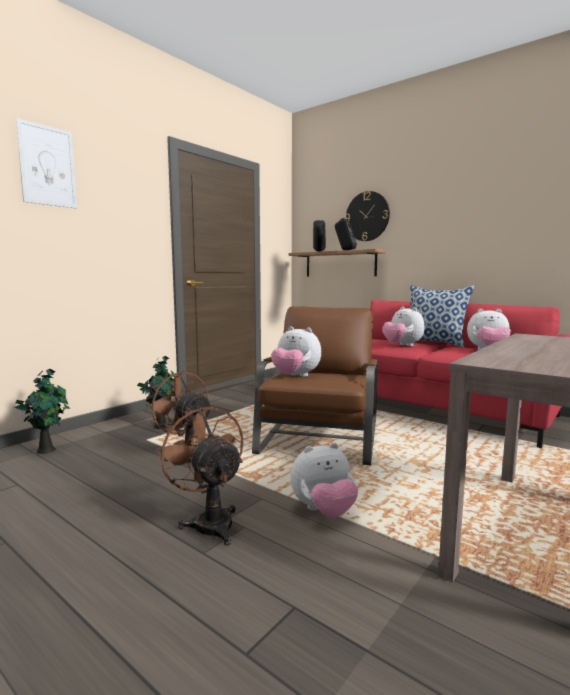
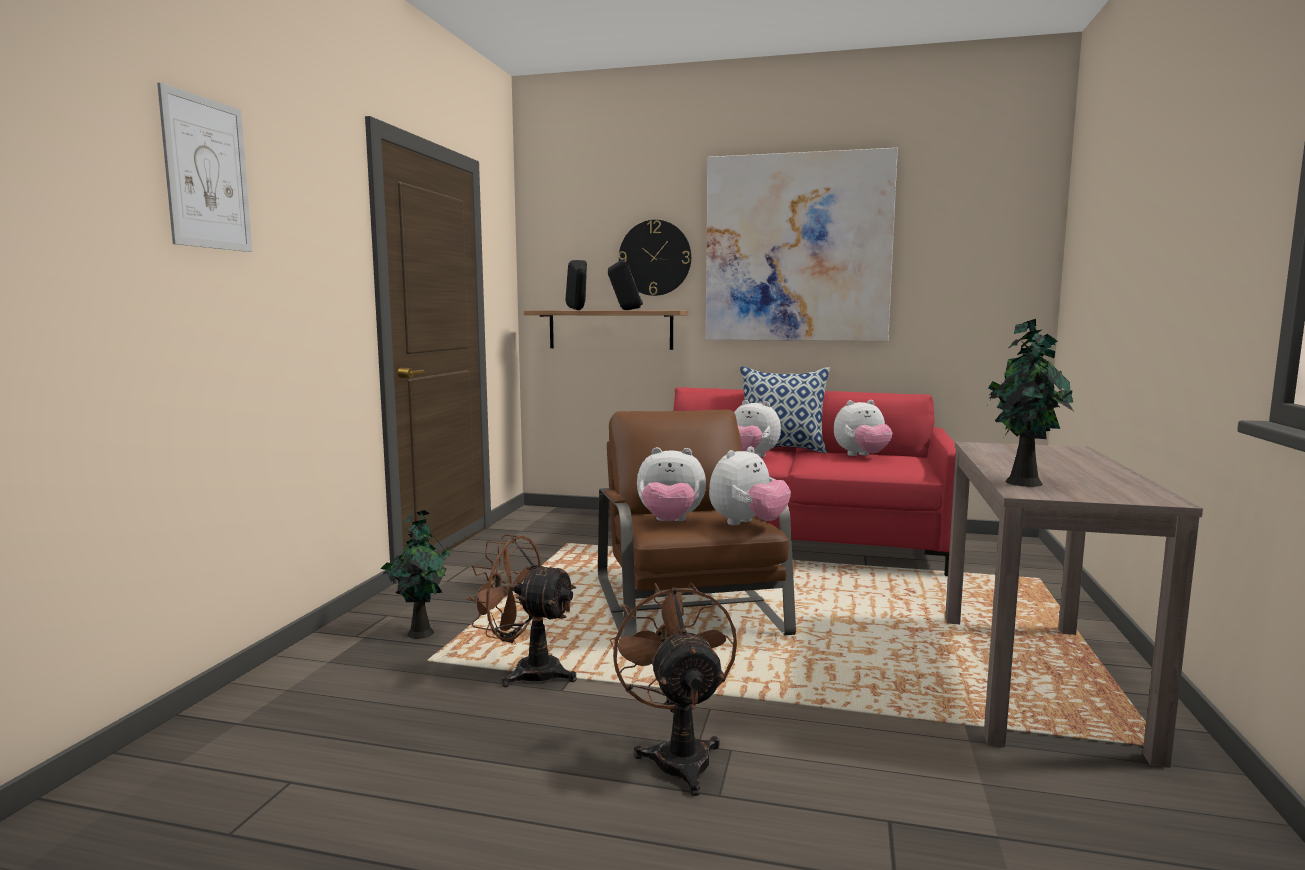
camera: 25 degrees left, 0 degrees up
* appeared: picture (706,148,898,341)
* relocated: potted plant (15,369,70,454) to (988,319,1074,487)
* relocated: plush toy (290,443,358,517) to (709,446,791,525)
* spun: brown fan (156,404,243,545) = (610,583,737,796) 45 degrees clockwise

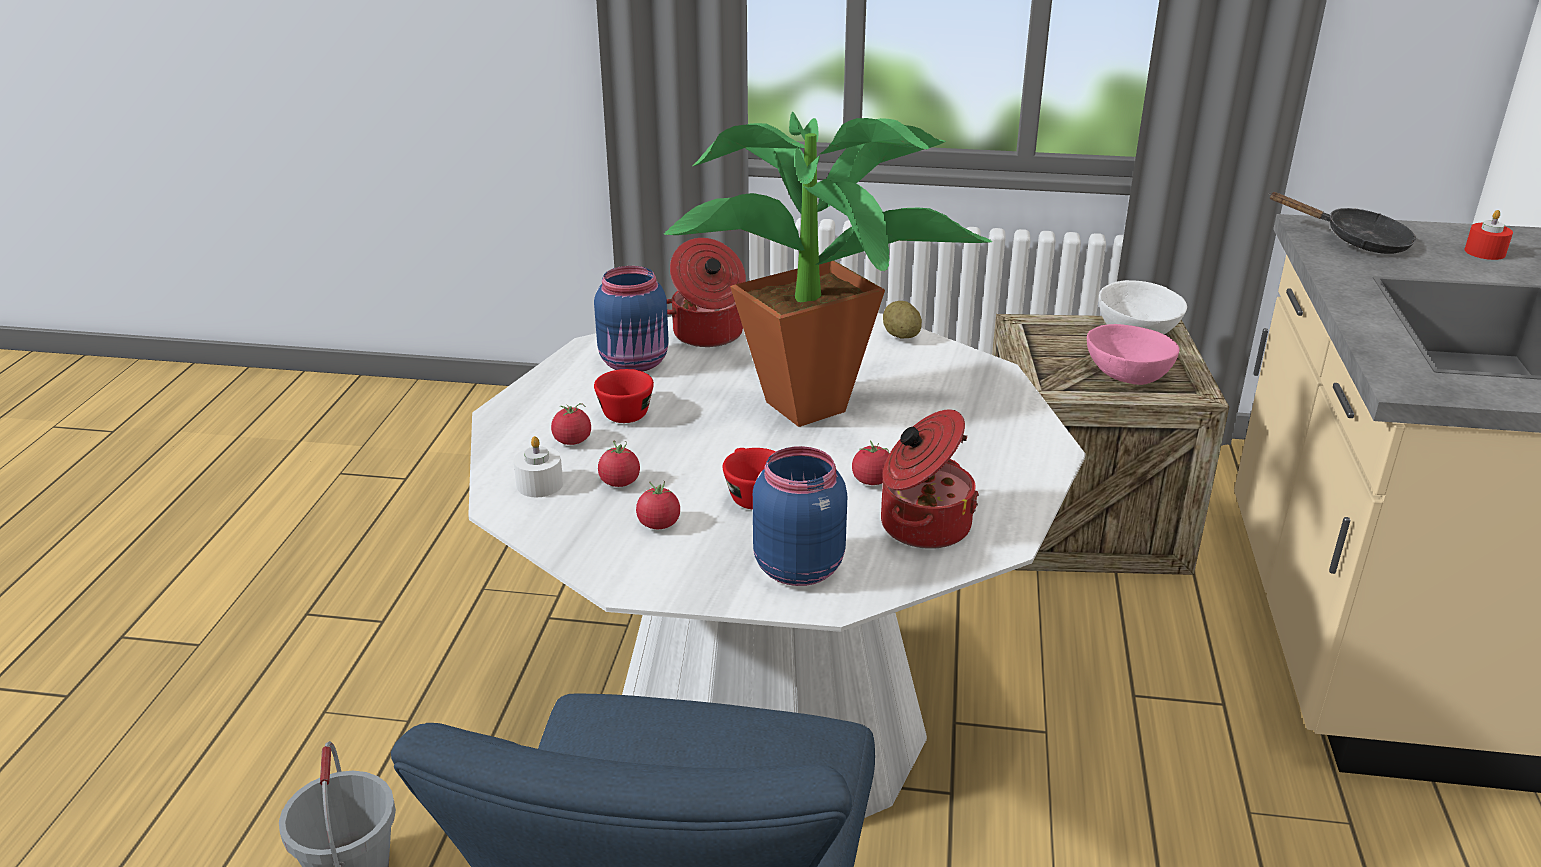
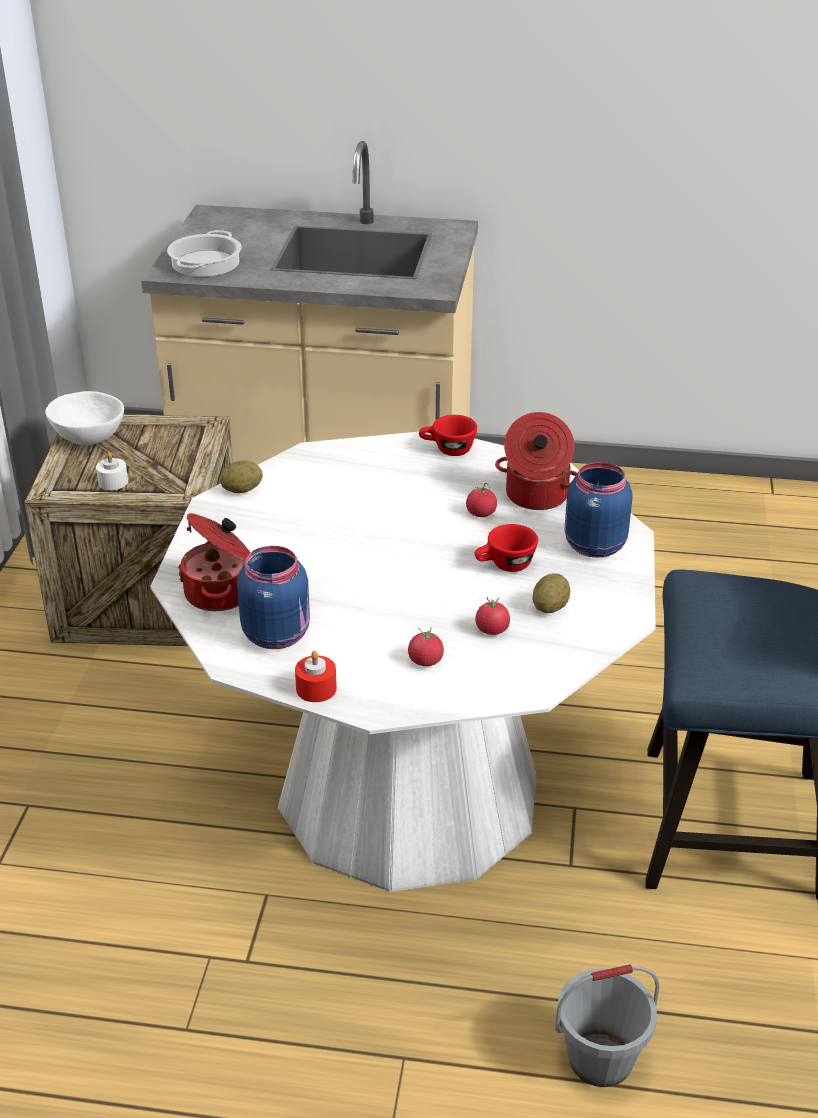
camera: 90 degrees left, 5 degrees up
* missing: potted plant (664,112,992,427)
* missing: pink bowl (1087,324,1180,385)
* relocated: white candle (513,436,563,497) to (96,452,128,490)
* relocated: red cup (594,369,654,423) to (419,415,477,456)
* relocated: red candle (1465,210,1513,260) to (295,651,337,702)
* exchanged: tomato (636,481,680,529) to potato (533,574,570,613)
* exchanged: black frying pan (1268,192,1416,254) to cooking pot (167,230,242,277)

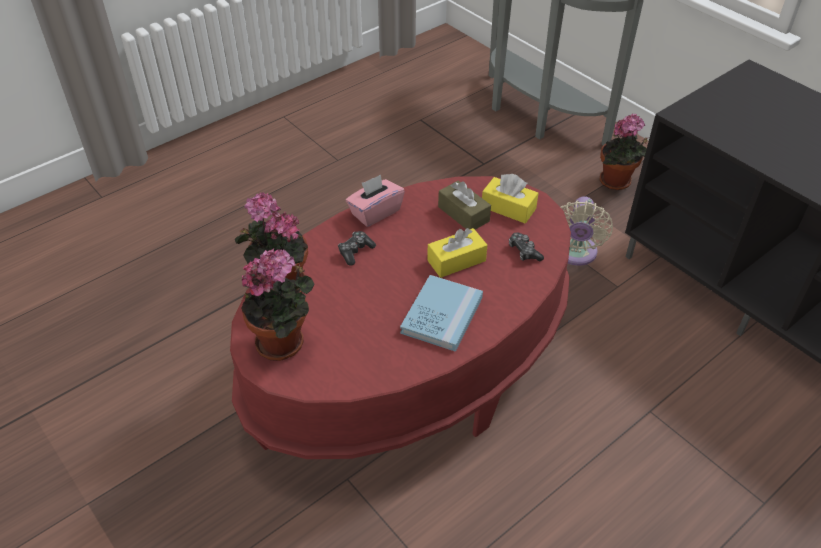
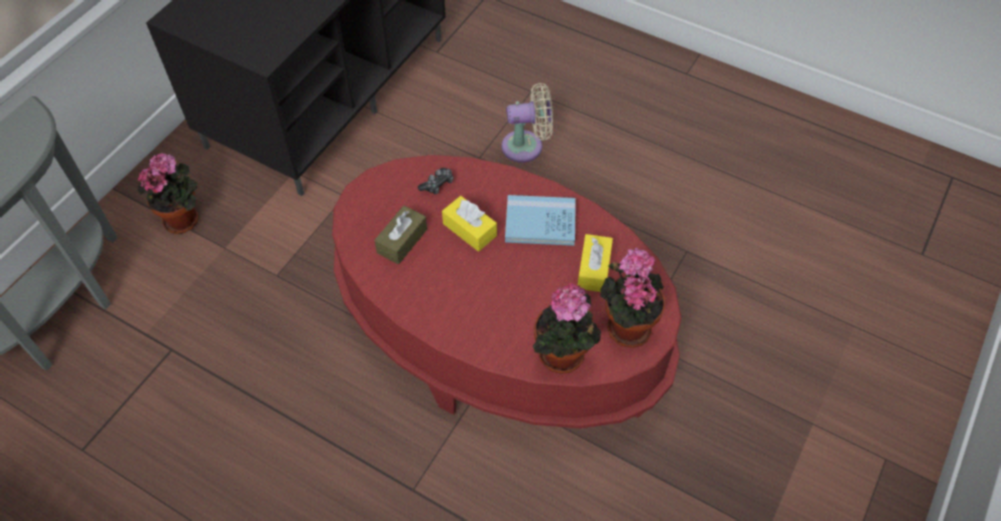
camera: 110 degrees left, 10 degrees up
* missing: game controller (338,231,376,266)
* missing: pink tissue box (346,174,405,227)
* relocated: yellow tissue box (482,174,538,223) to (577,234,613,292)
* relocated: beige fan (560,196,613,266) to (502,83,553,162)

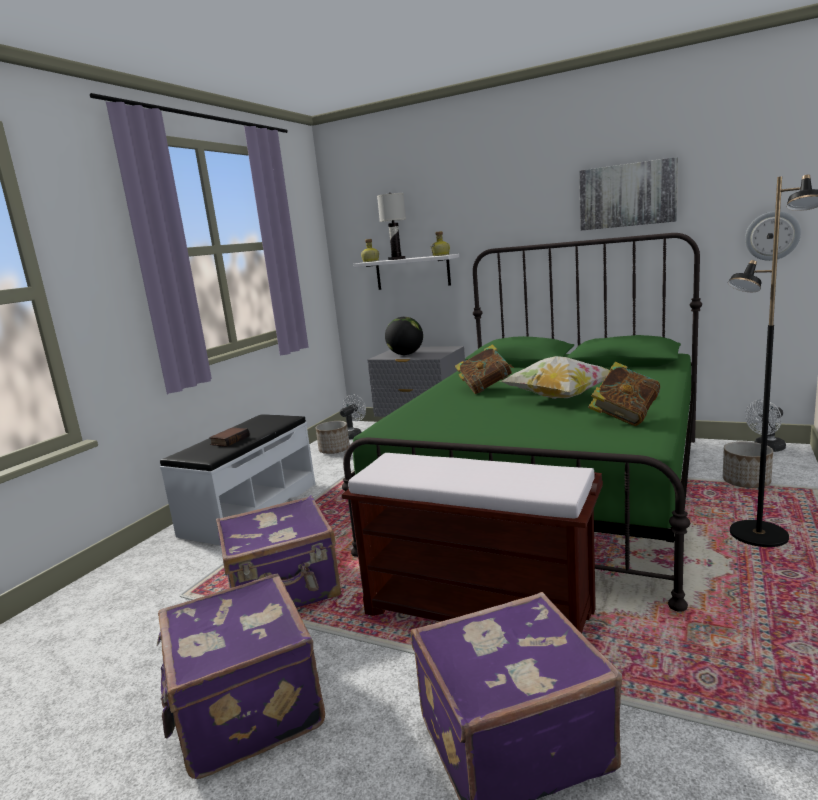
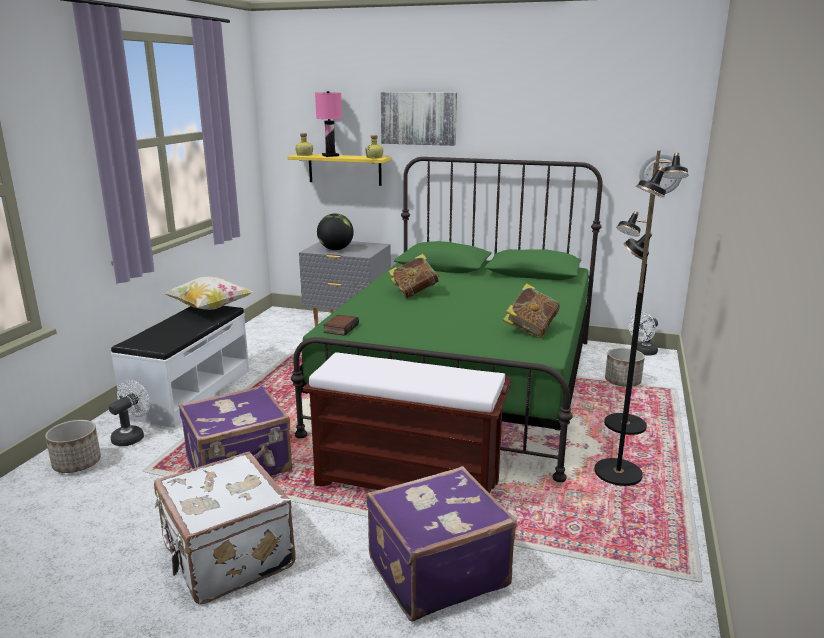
camera: 10 degrees left, 5 degrees up
* appeared: black floor lamp (594,162,666,486)
* relocated: book (209,428,249,447) to (323,315,359,336)
* relocated: planter (316,421,350,454) to (45,420,101,473)
* relocated: white fan (340,394,366,439) to (109,380,150,446)
* relocated: pillow (501,356,610,399) to (163,277,253,310)
* relocated: picture (579,157,678,230) to (381,92,457,146)
* colour: purple suitcase (157,573,325,779) to white suitcase (154,452,296,604)
* colour: white shelf (353,254,459,290) to yellow shelf (287,154,391,186)
* colour: white table lamp (377,193,406,260) to pink table lamp (315,91,342,157)

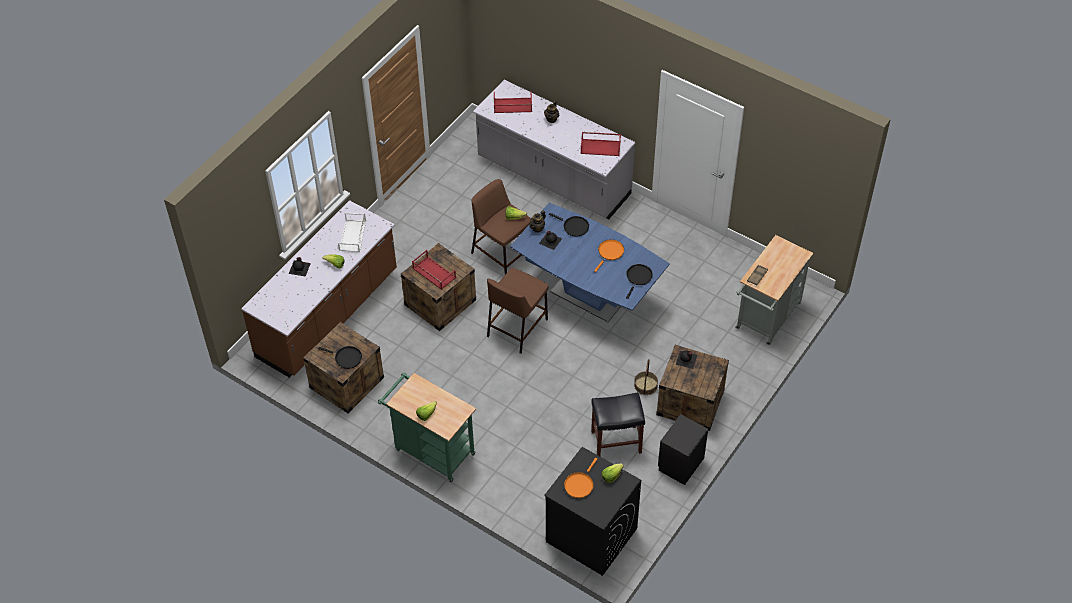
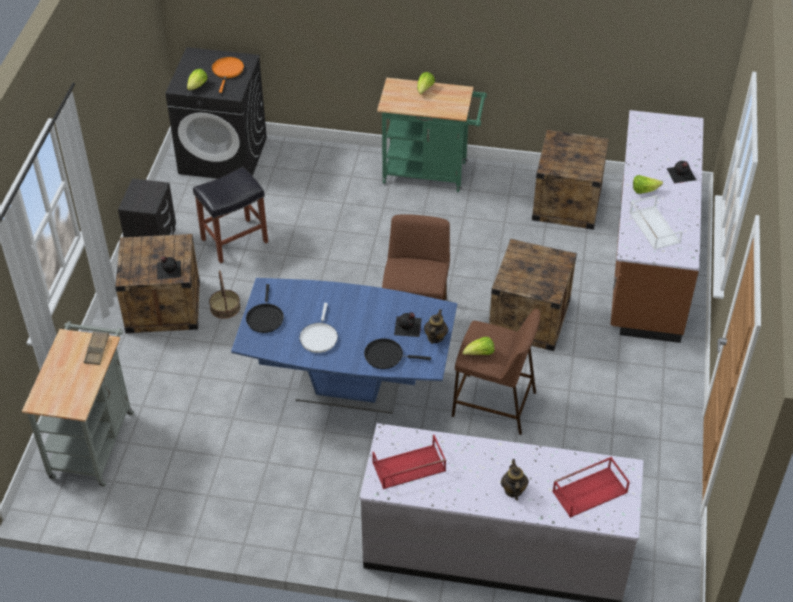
camera: 155 degrees right, 5 degrees down
* missing: black frying pan (318,346,362,369)
* missing: red tray (412,250,456,290)
* colour: orange frying pan (594,239,624,272) to white frying pan (299,303,338,353)

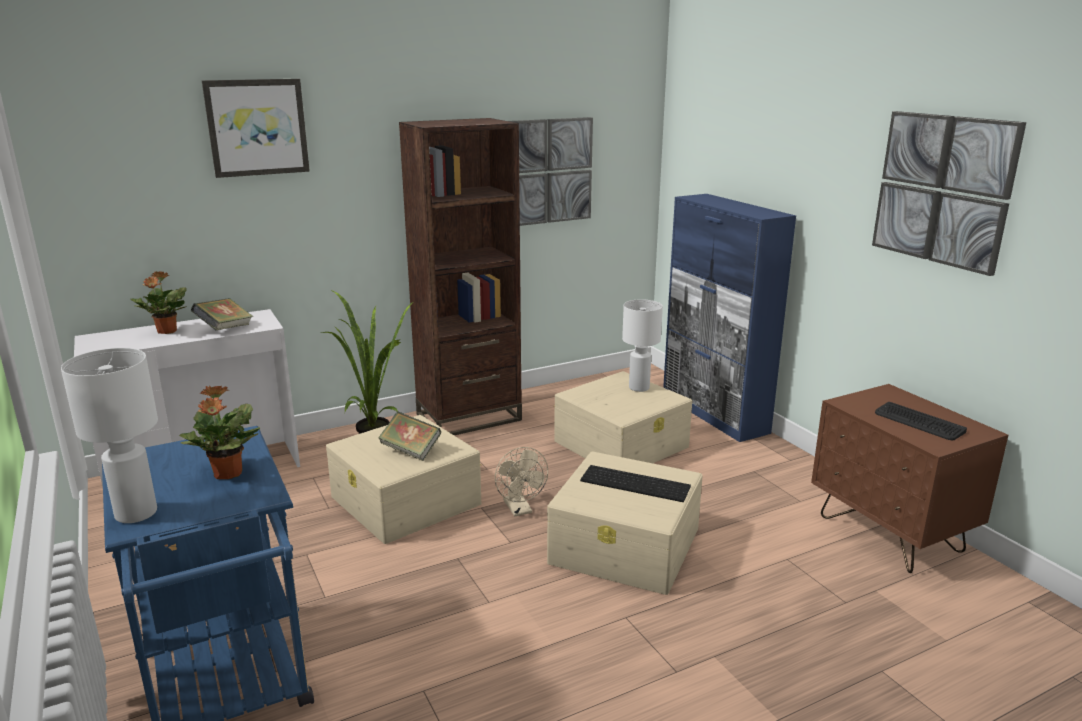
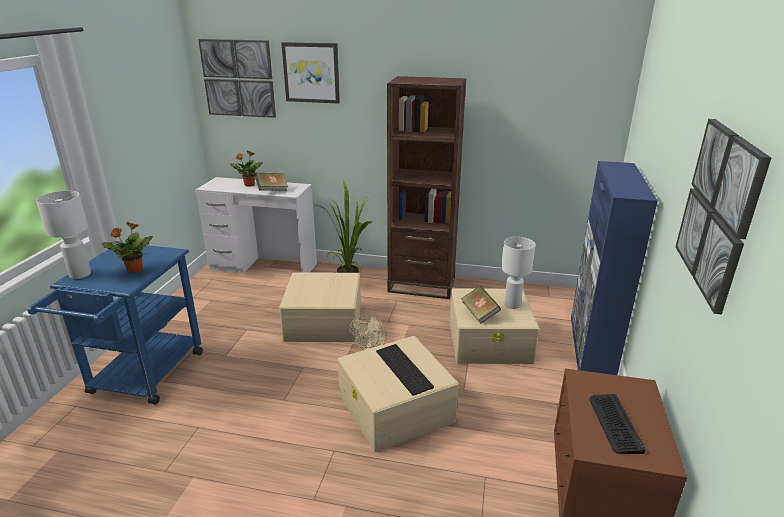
camera: 40 degrees right, 5 degrees up
* relocated: book (378,412,441,461) to (461,286,501,324)
* relocated: picture (509,117,593,226) to (198,39,276,118)

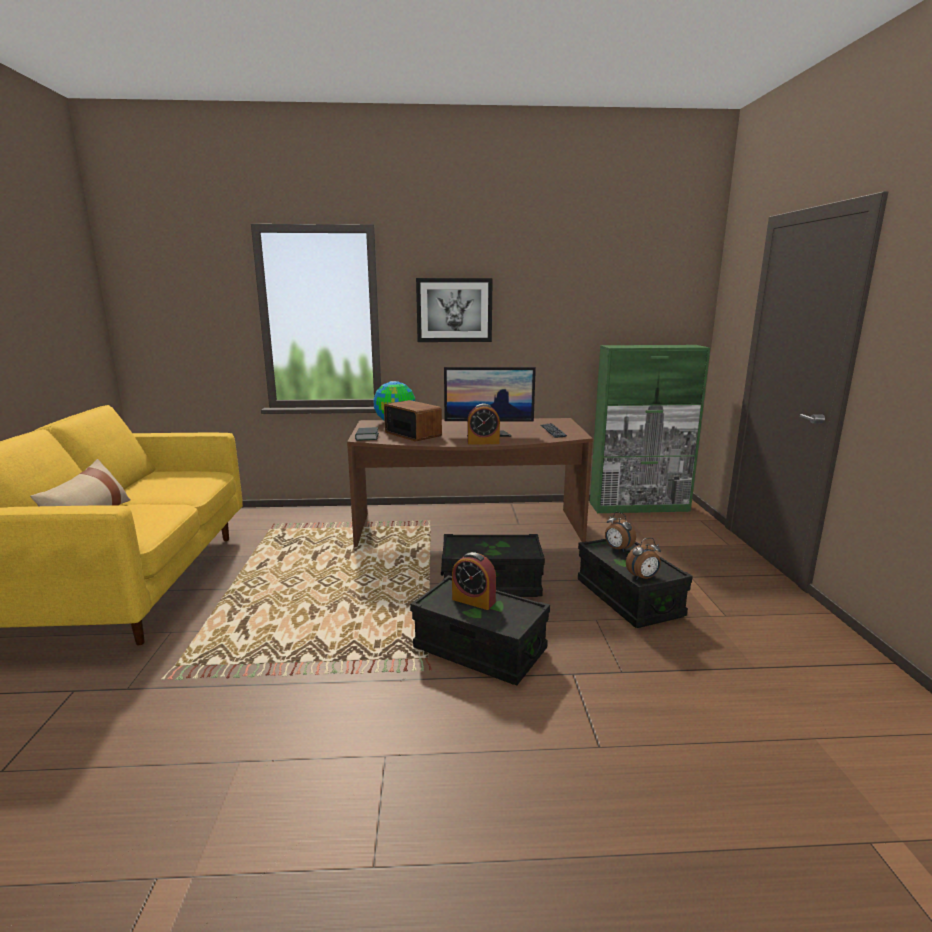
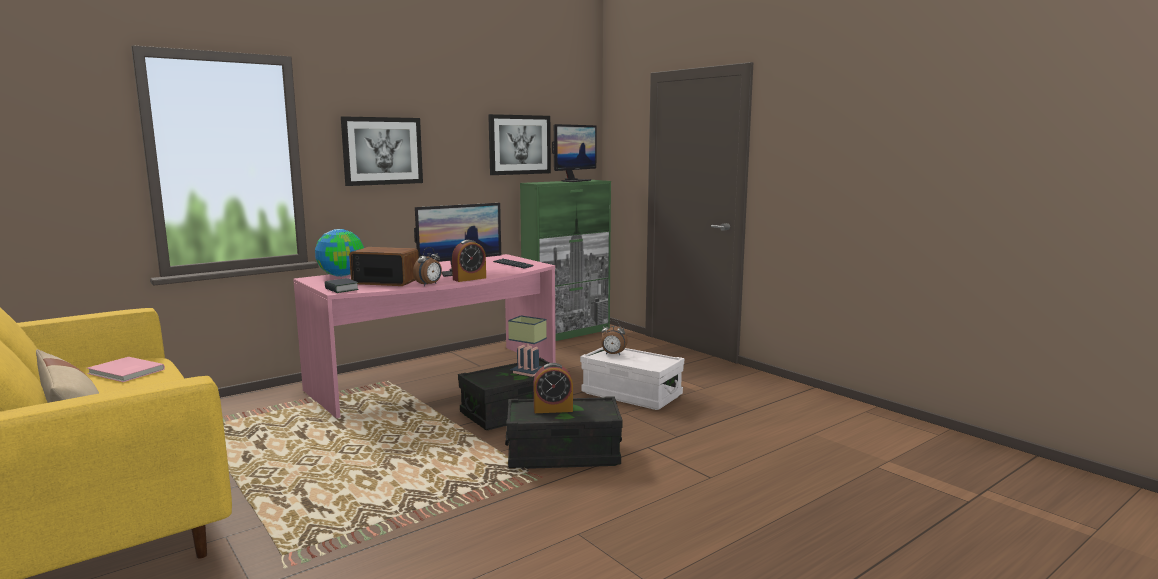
camera: 35 degrees left, 5 degrees down
* appeared: pink book (87,357,165,382)
* appeared: picture (488,114,551,175)
* appeared: table lamp (508,315,547,377)
* appeared: monitor (552,124,597,182)
* relocated: alarm clock (626,538,661,580) to (413,247,442,286)
* colour: brown desk (347,418,593,547) to pink desk (293,254,556,419)
* colour: black storage box (578,539,693,628) to white storage box (580,347,684,410)

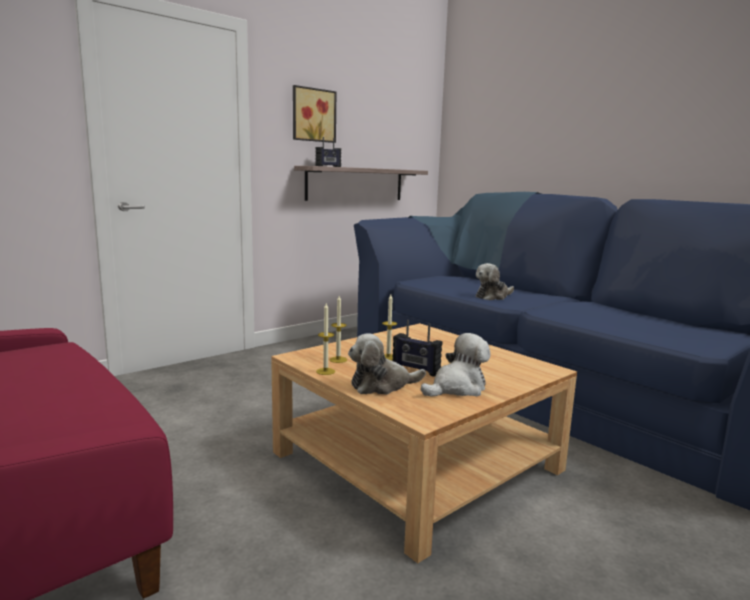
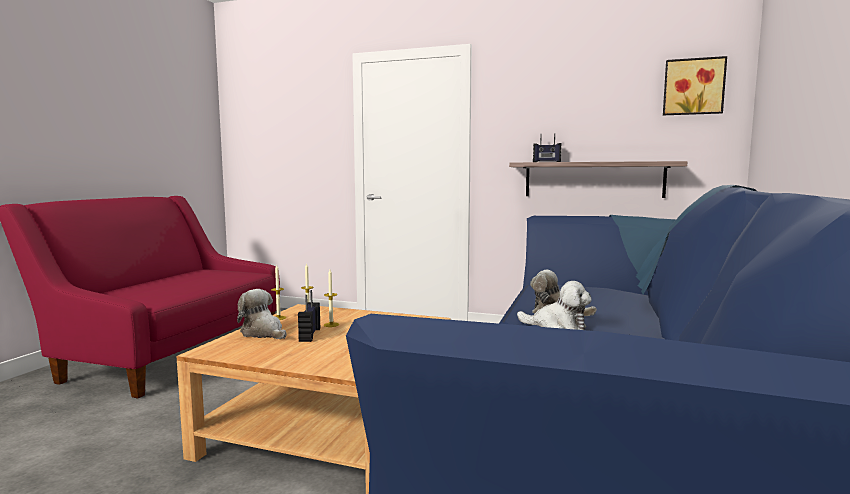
camera: 60 degrees right, 5 degrees down
* relocated: picture (293,85,336,143) to (663,56,727,115)
* relocated: plush toy (421,333,491,397) to (517,281,592,330)

